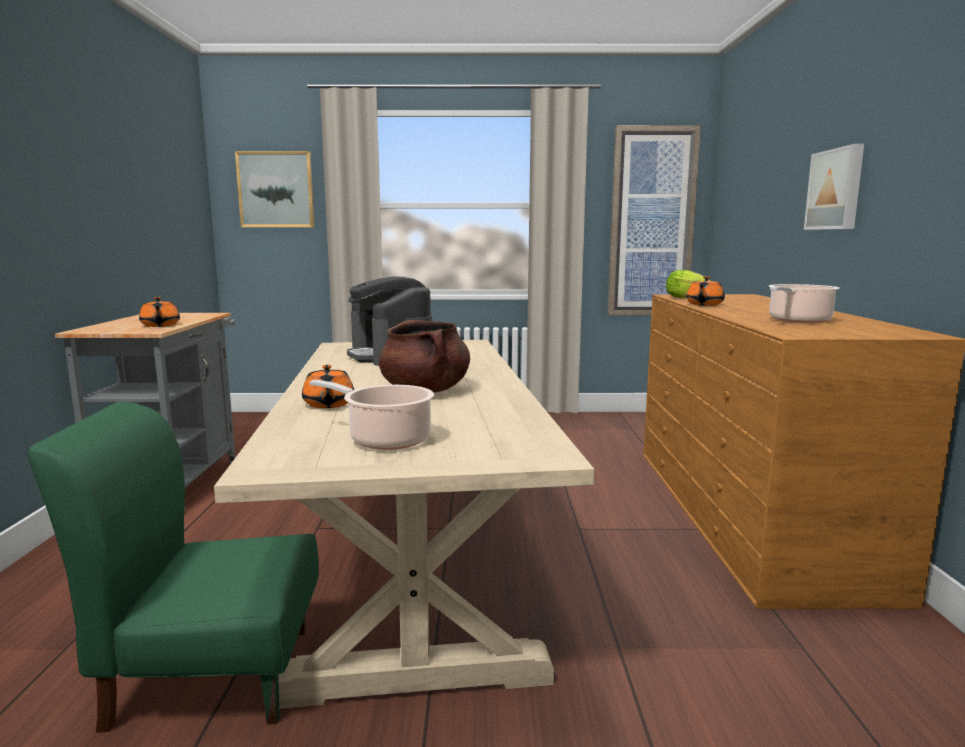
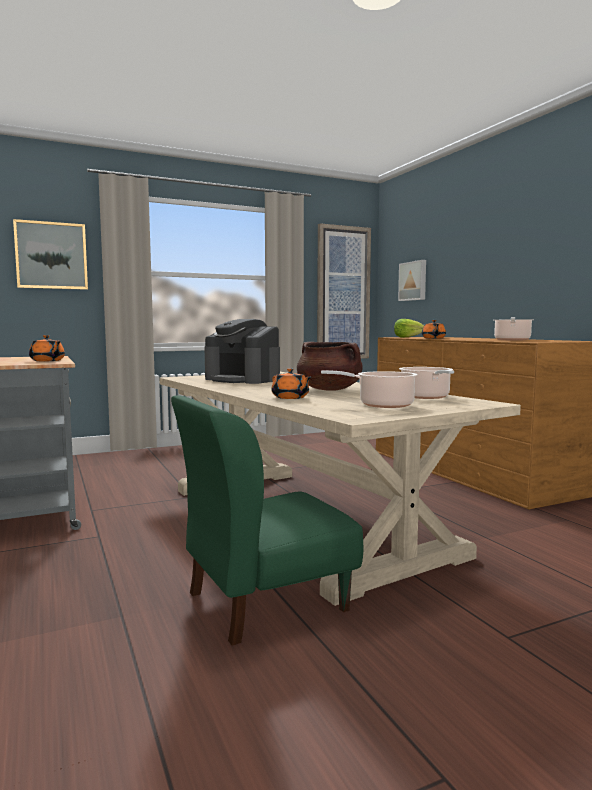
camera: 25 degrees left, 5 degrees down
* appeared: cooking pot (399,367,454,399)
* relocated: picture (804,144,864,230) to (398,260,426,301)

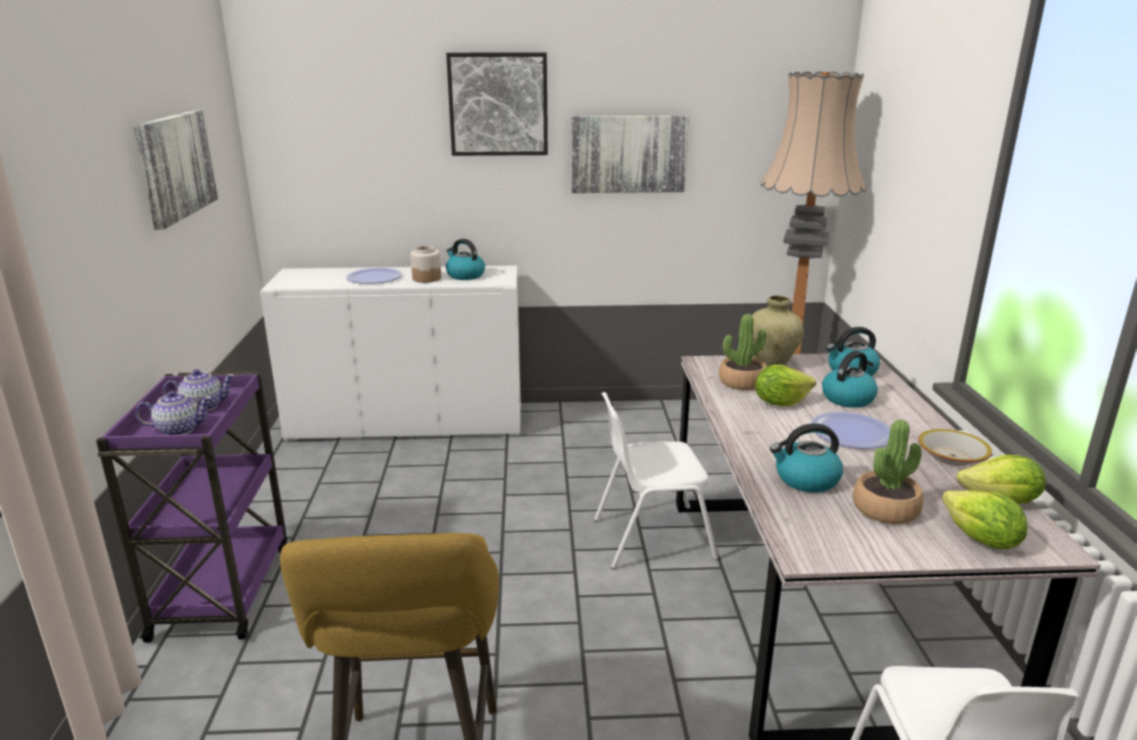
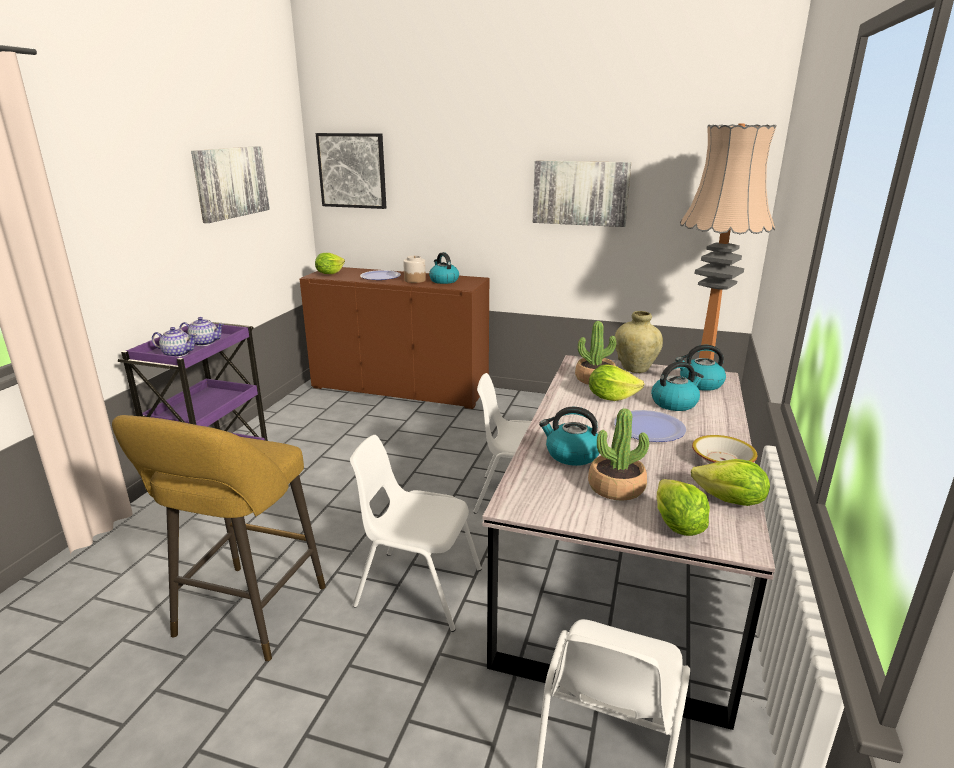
camera: 20 degrees right, 0 degrees up
* appeared: lettuce (315,253,345,274)
* appeared: white chair (350,435,481,632)
* relocated: picture (446,53,548,156) to (316,133,386,209)
* colour: white cabinet (260,265,521,441) to brown cabinet (300,267,490,409)

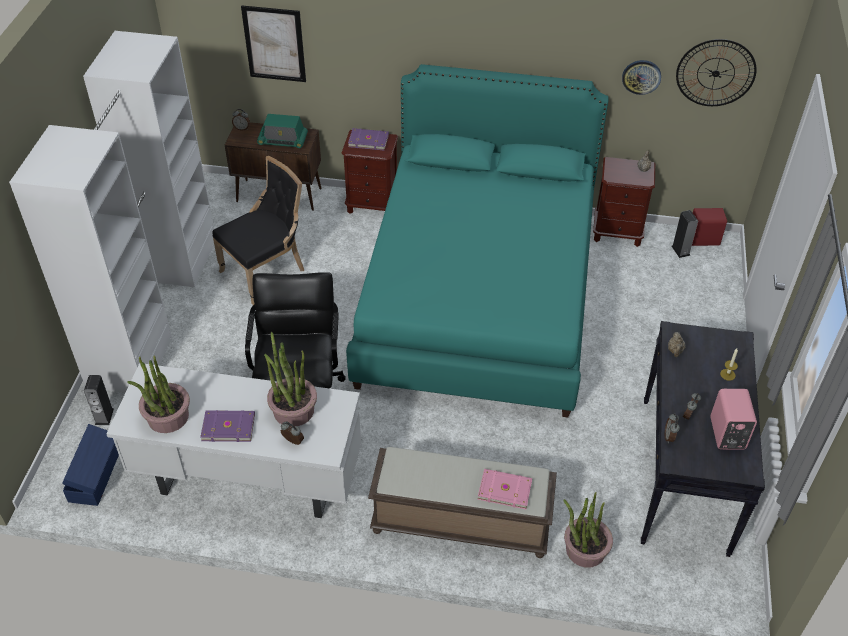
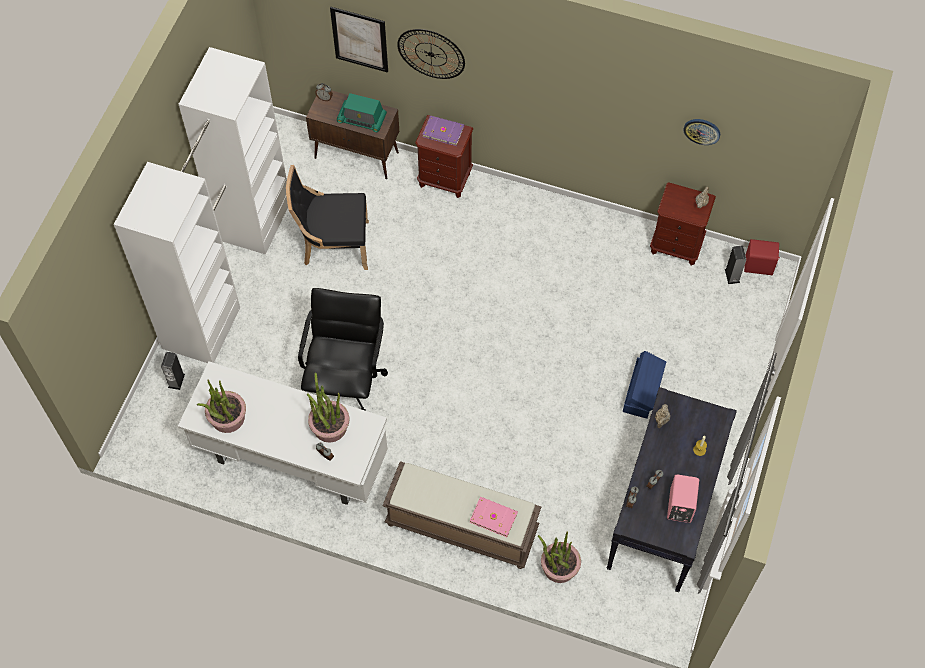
camera: 10 degrees right, 15 degrees up
* missing: purple book (200,410,255,442)
* missing: turquoise bed (346,64,609,418)
* relocated: blue storage box (62,424,119,506) to (623,351,666,419)
* relocated: wall clock (676,39,756,106) to (397,29,465,79)
* spun: black chair (212,156,304,305) = (286,165,369,270) 150 degrees counterclockwise

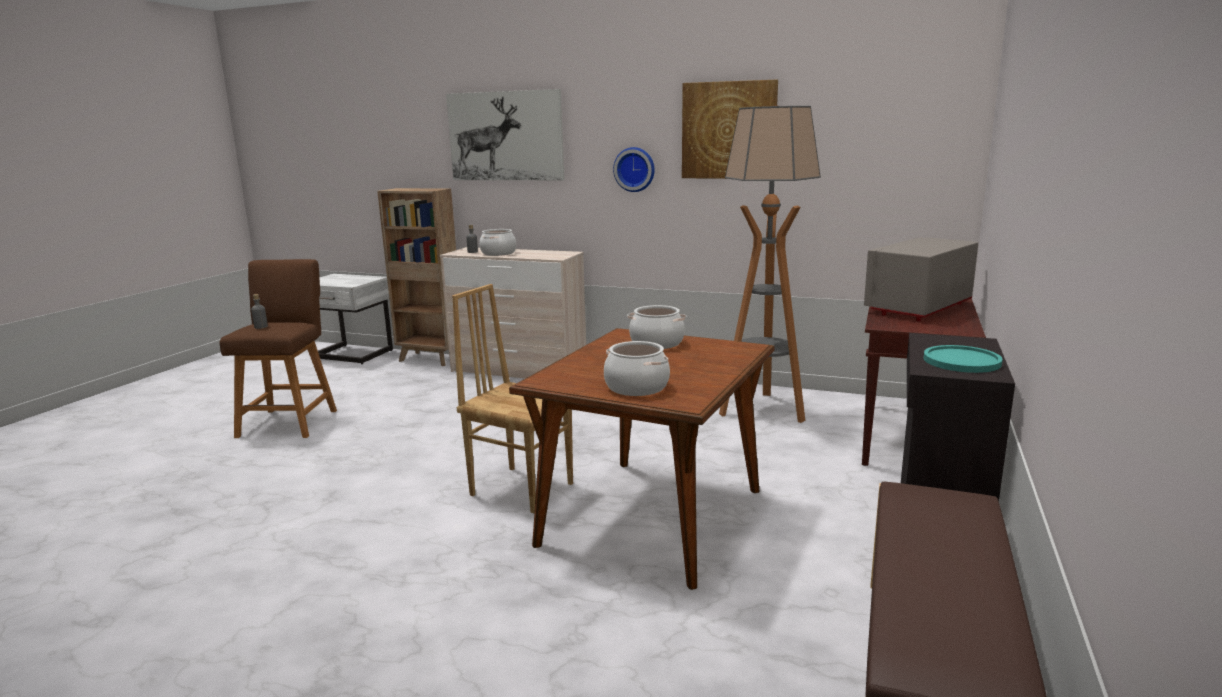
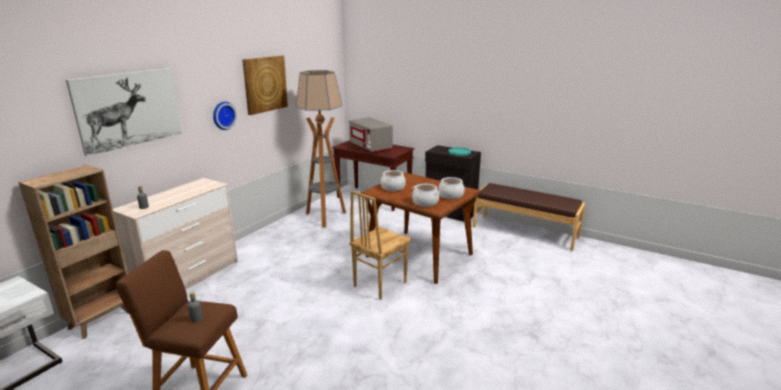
camera: 80 degrees left, 5 degrees up
* relocated: cooking pot (479,229,516,256) to (412,184,439,207)

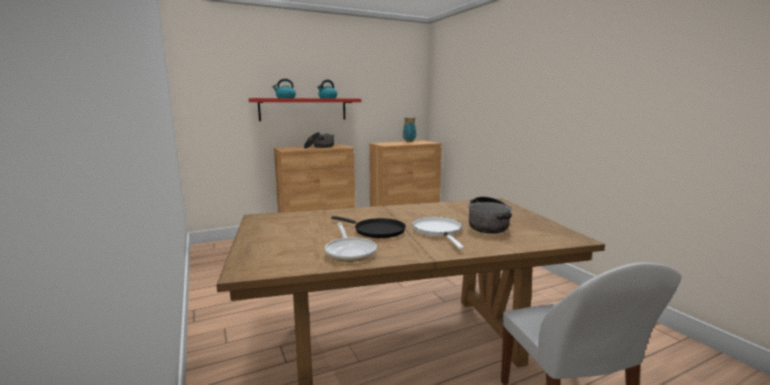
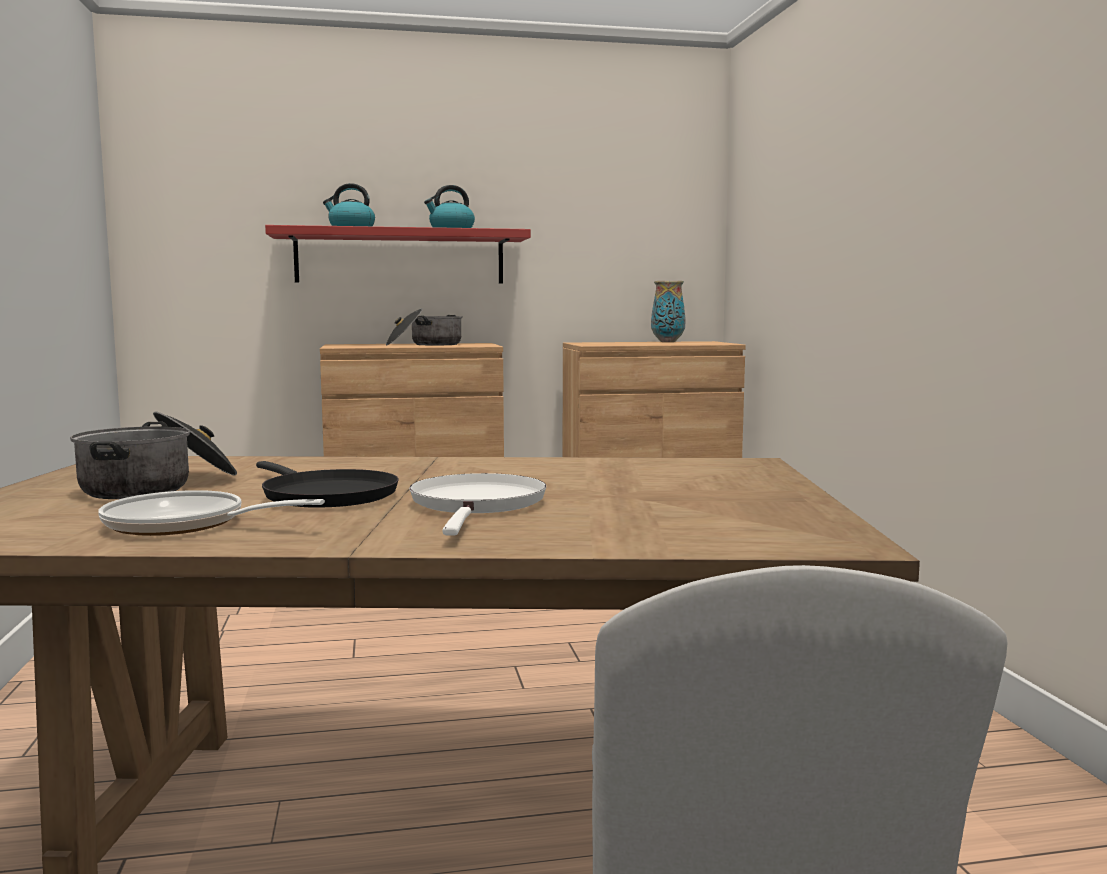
camera: 15 degrees right, 5 degrees down
* relocated: cooking pot (468,196,512,234) to (70,411,237,499)
* spun: frying pan (325,223,377,262) = (99,490,325,536) 105 degrees clockwise

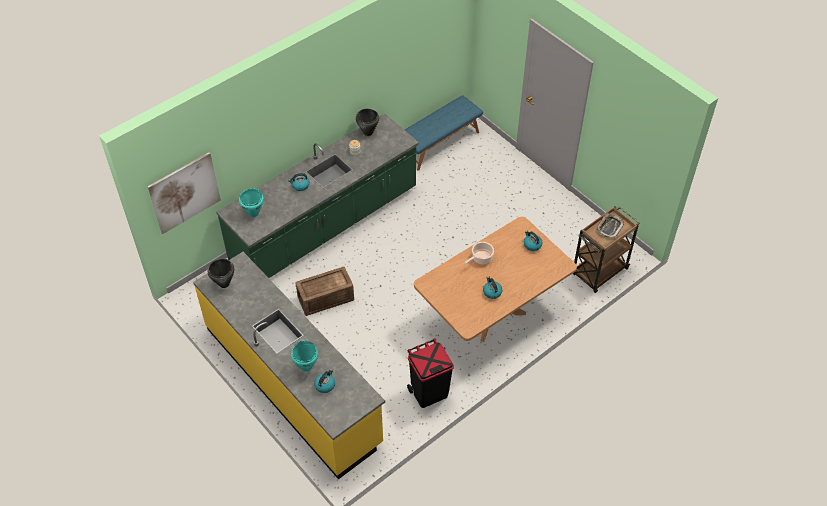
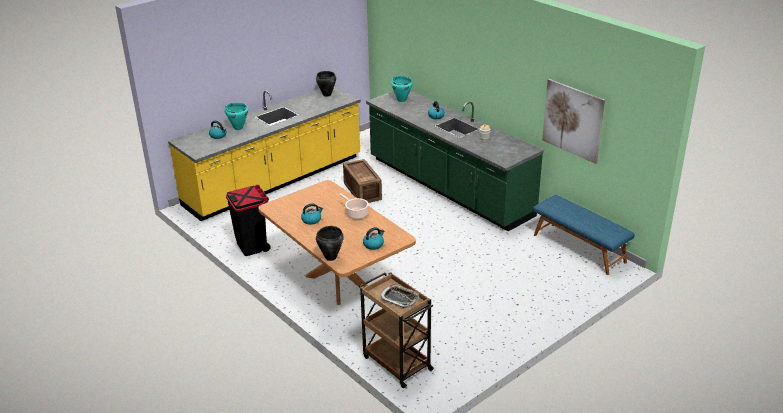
camera: 90 degrees right, 20 degrees down
* relocated: picture (148,152,221,234) to (542,79,605,164)
* relocated: black cooking pot (356,109,379,136) to (316,226,344,261)

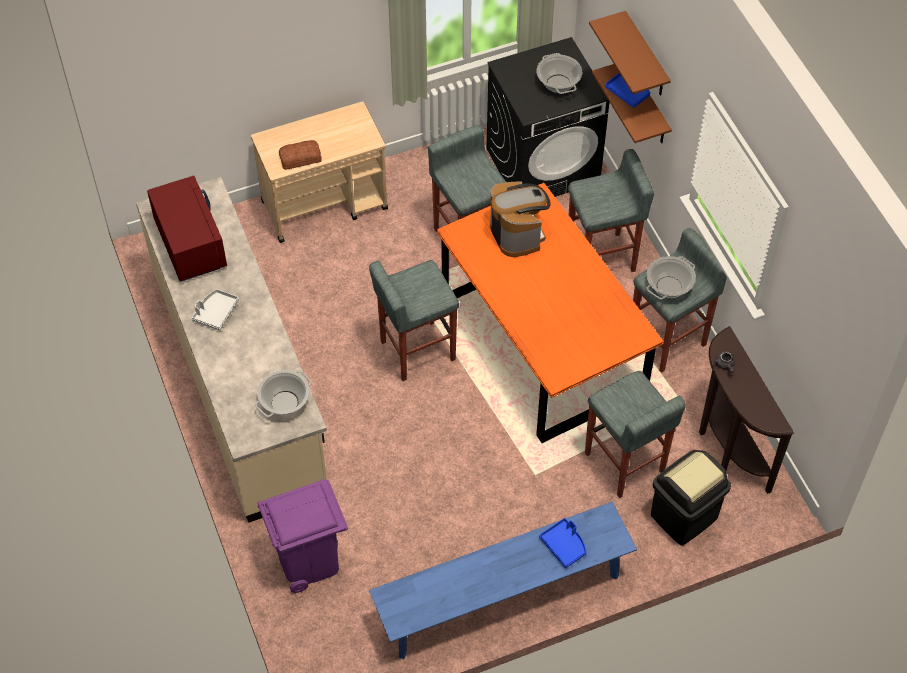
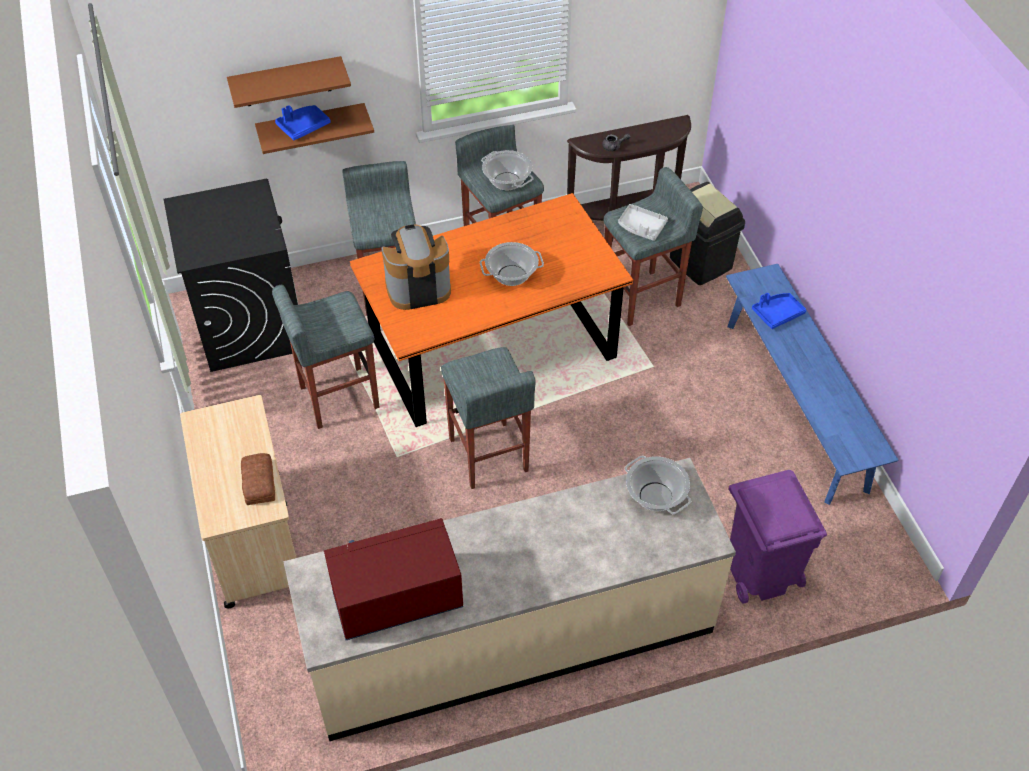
camera: 85 degrees left, 5 degrees down
* relocated: grey tray (192,289,239,331) to (618,204,668,241)
* relocated: cooking pot (536,53,582,94) to (480,242,544,286)

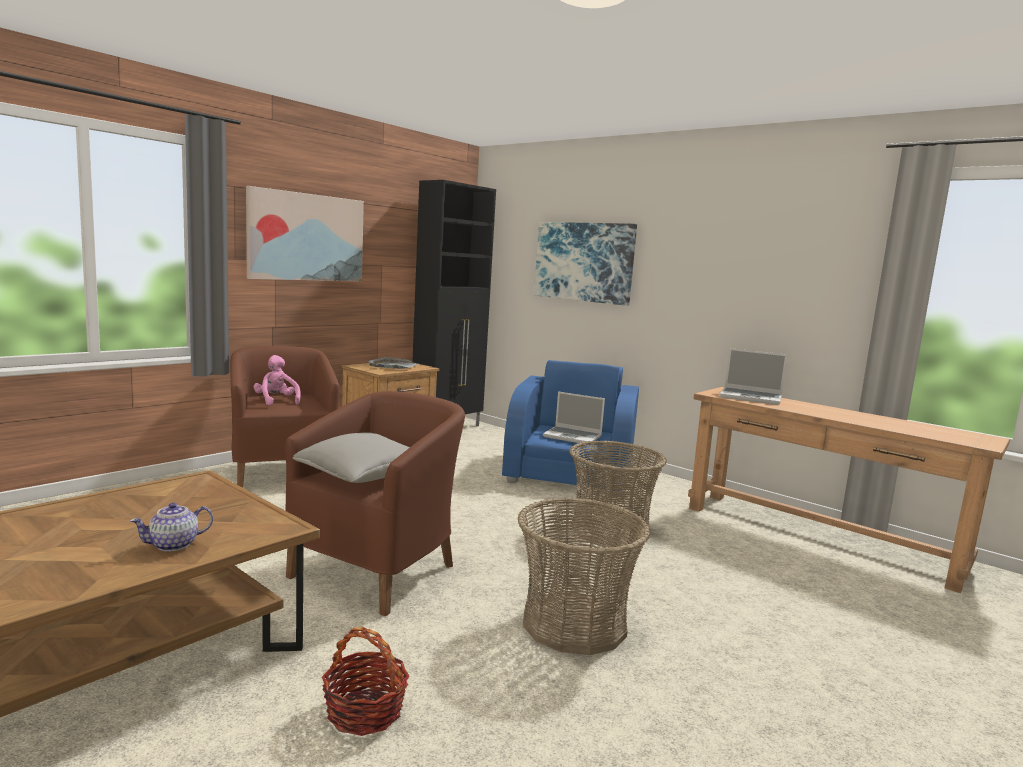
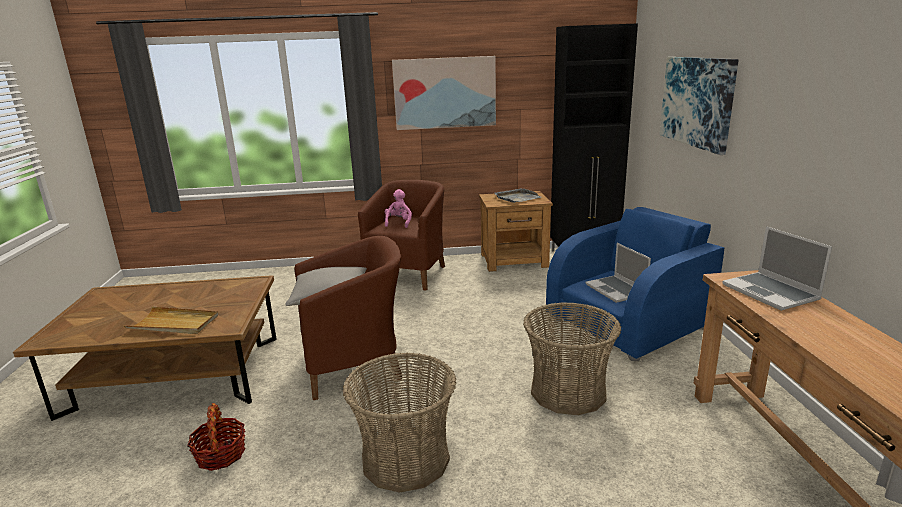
camera: 45 degrees right, 10 degrees up
* exchanged: teapot (130,503,213,551) to beige tray (124,307,218,334)

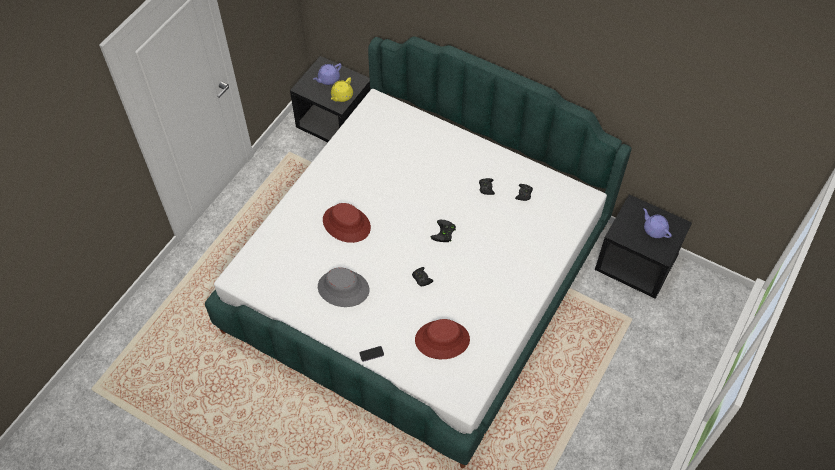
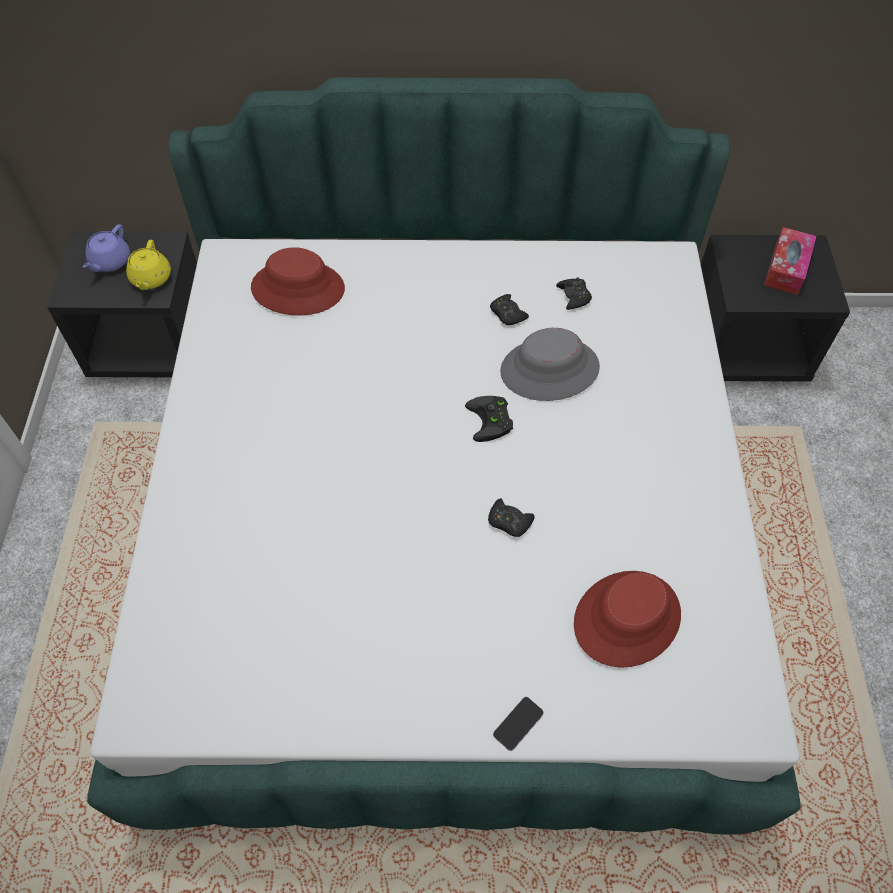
camera: 30 degrees left, 0 degrees up
* relocated: grey hat (318,267,369,307) to (500,328,600,401)
* relocated: red hat (323,203,371,243) to (251,247,345,316)
* exchanged: purple teapot (643,208,672,238) to tissue box (764,227,816,295)

